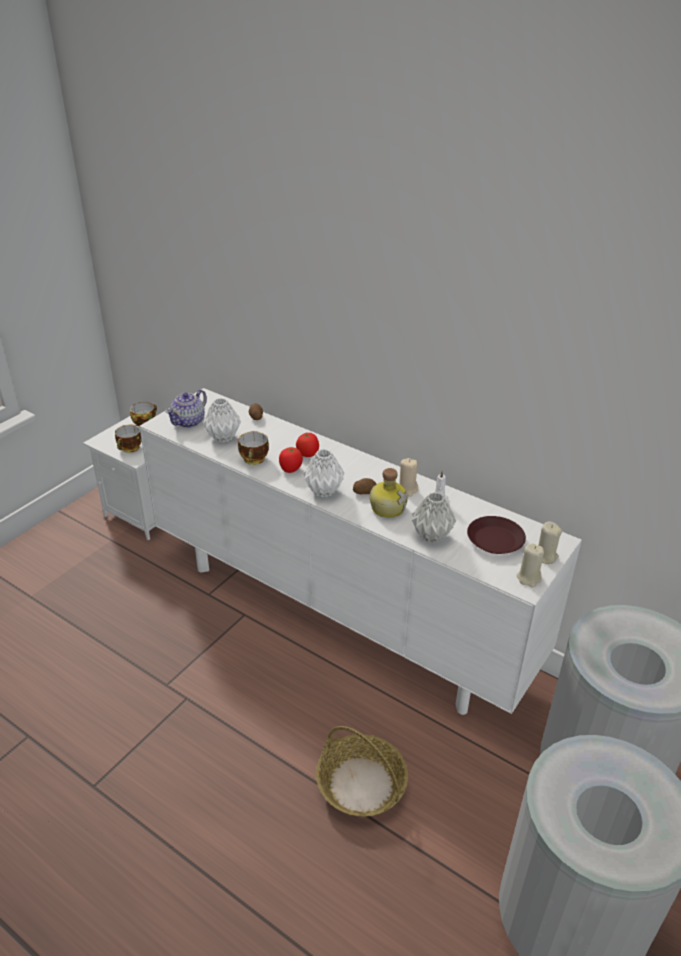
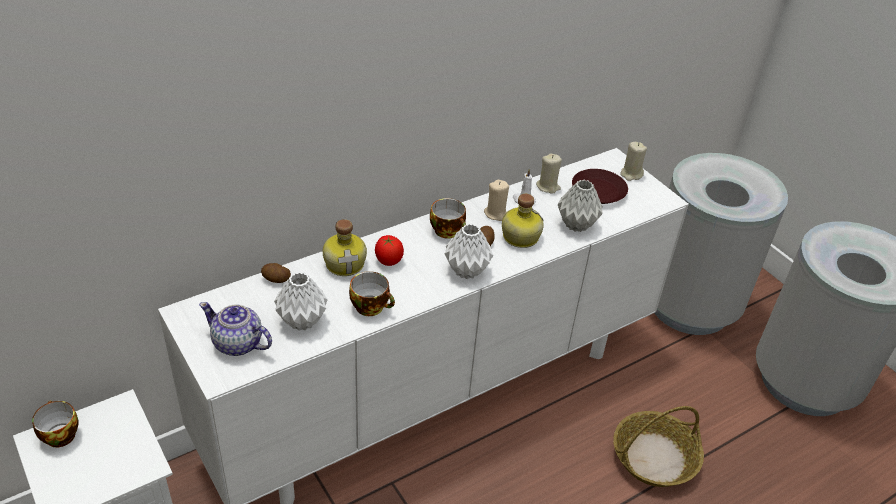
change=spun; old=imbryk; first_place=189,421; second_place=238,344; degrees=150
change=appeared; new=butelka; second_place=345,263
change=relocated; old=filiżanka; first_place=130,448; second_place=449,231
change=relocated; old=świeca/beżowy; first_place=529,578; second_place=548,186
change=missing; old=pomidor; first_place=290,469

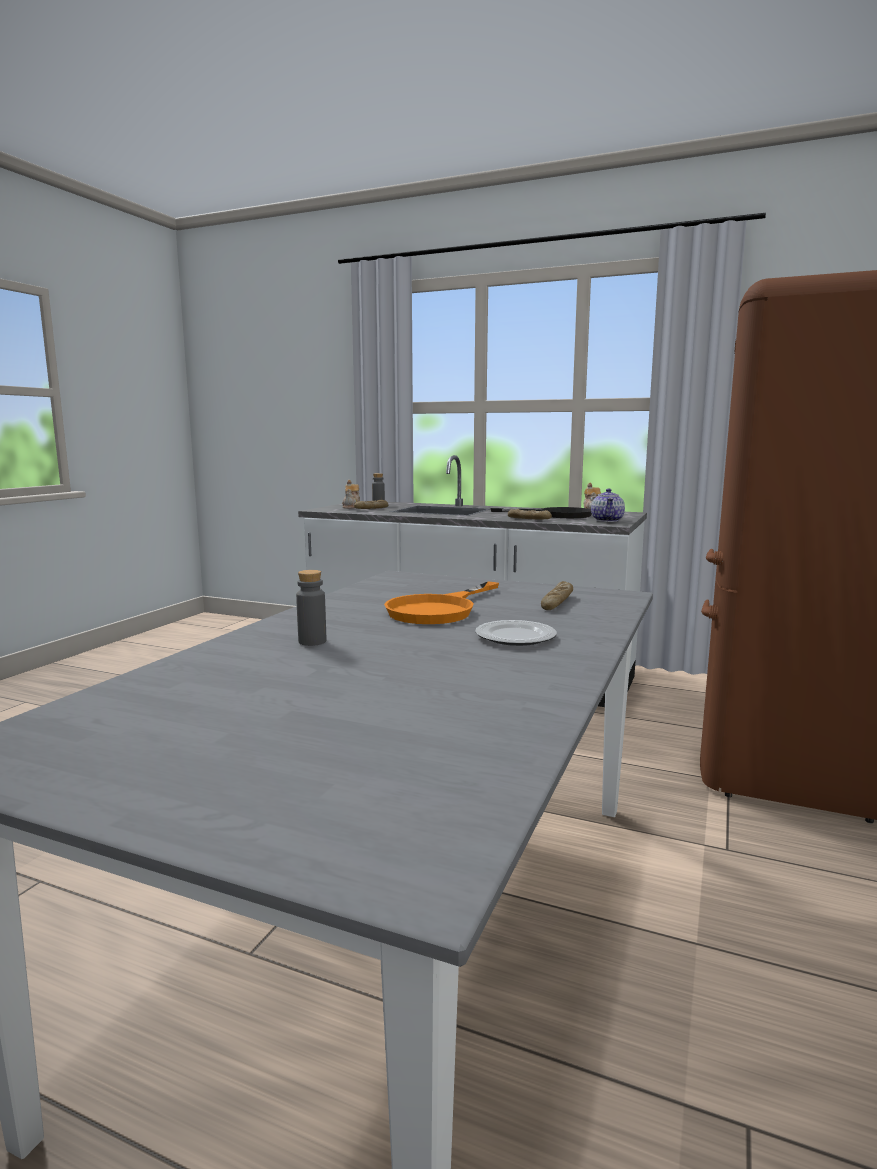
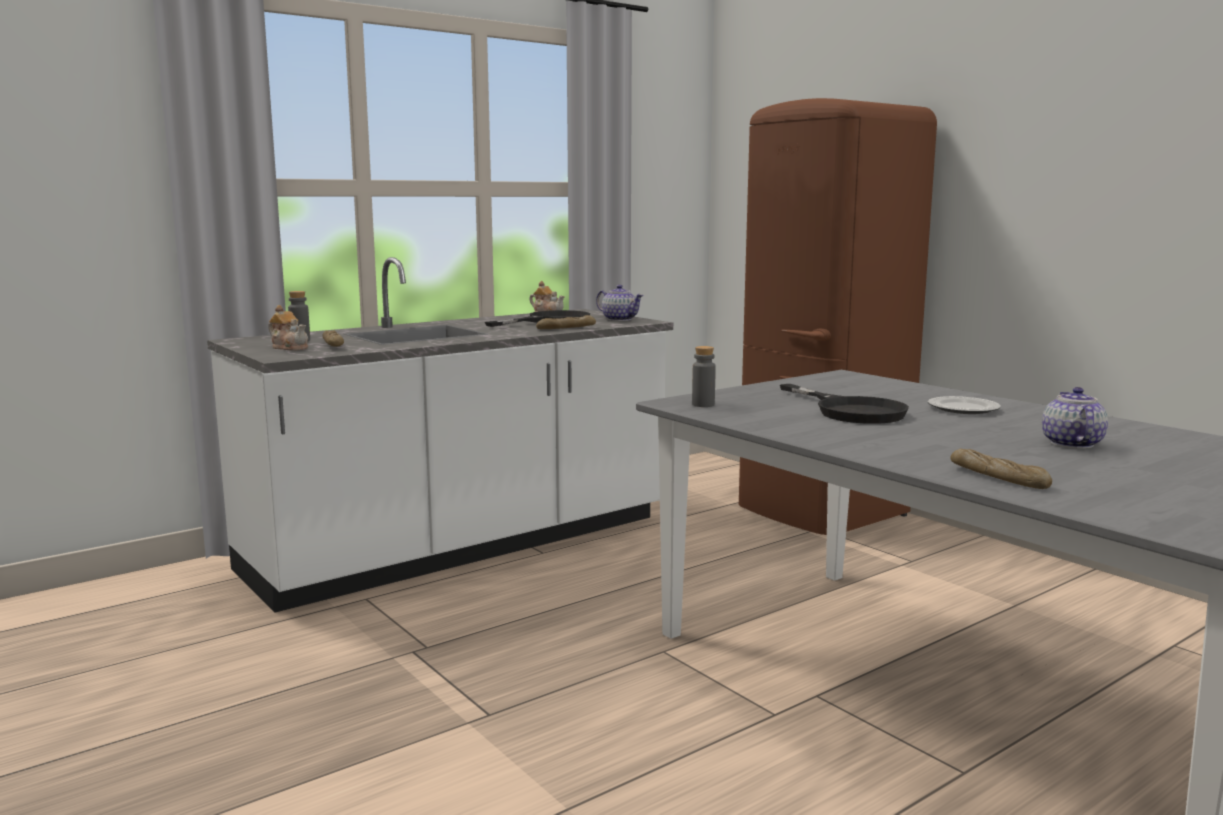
change=relocated; old=butelka/szary; first_place=312,641; second_place=703,405
change=colour; old=patelnia/pomarańczowy; new=patelnia/czarny; first_place=439,609; second_place=850,411
change=relocated; old=chleb; first_place=557,603; second_place=998,478
change=appeared; new=imbryk; second_place=1071,444

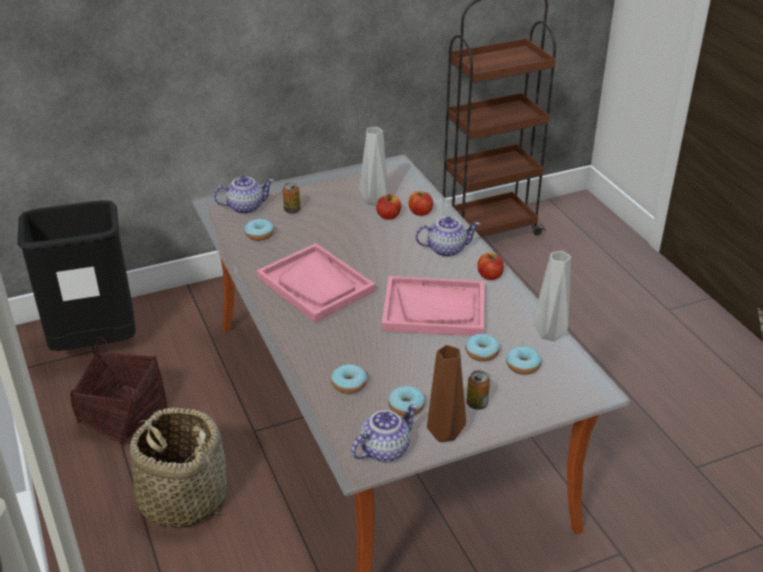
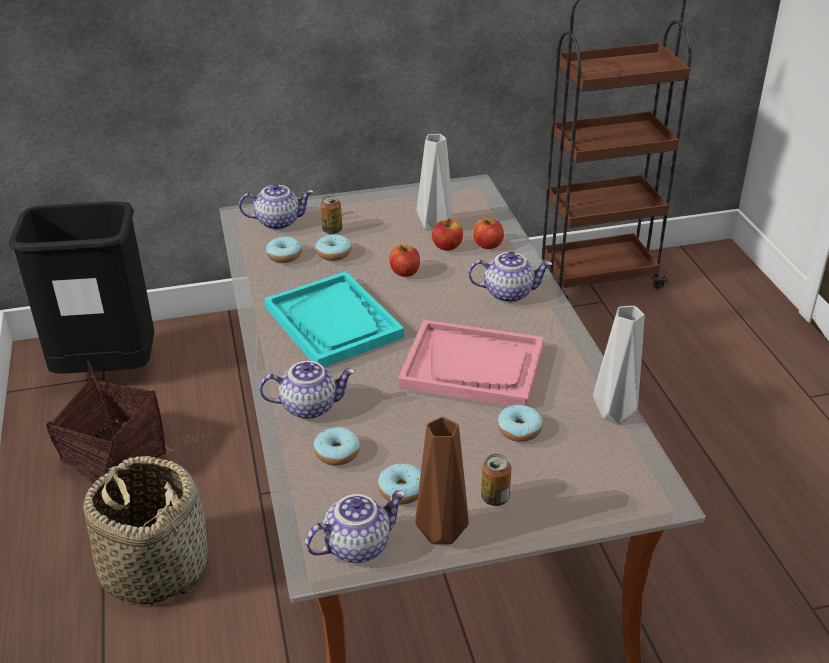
change=appeared; new=imbryk; second_place=310,406
change=colour; old=taca/różowy; new=taca/turkusowy; first_place=316,284; second_place=333,322
change=relocated; old=donut; first_place=523,365; second_place=334,253
change=relocated; old=jabłko; first_place=490,276; second_place=405,272

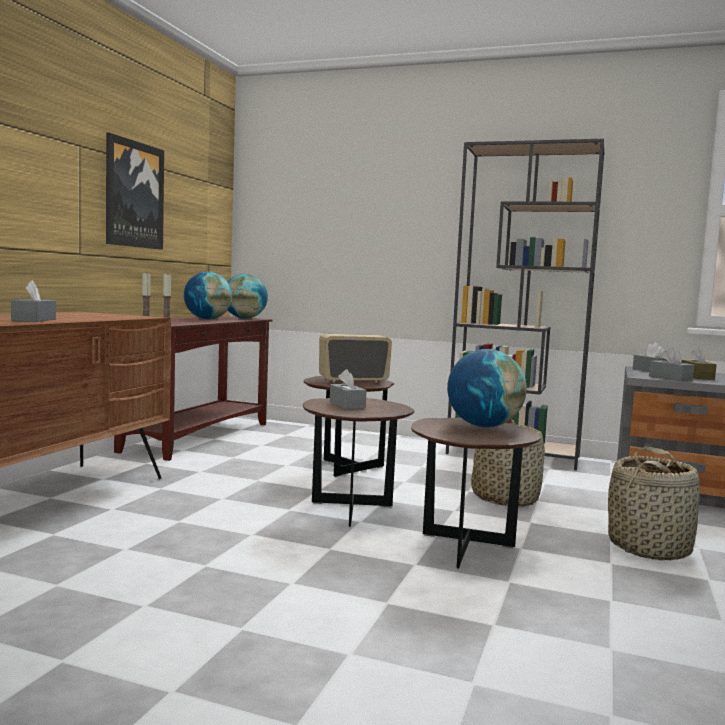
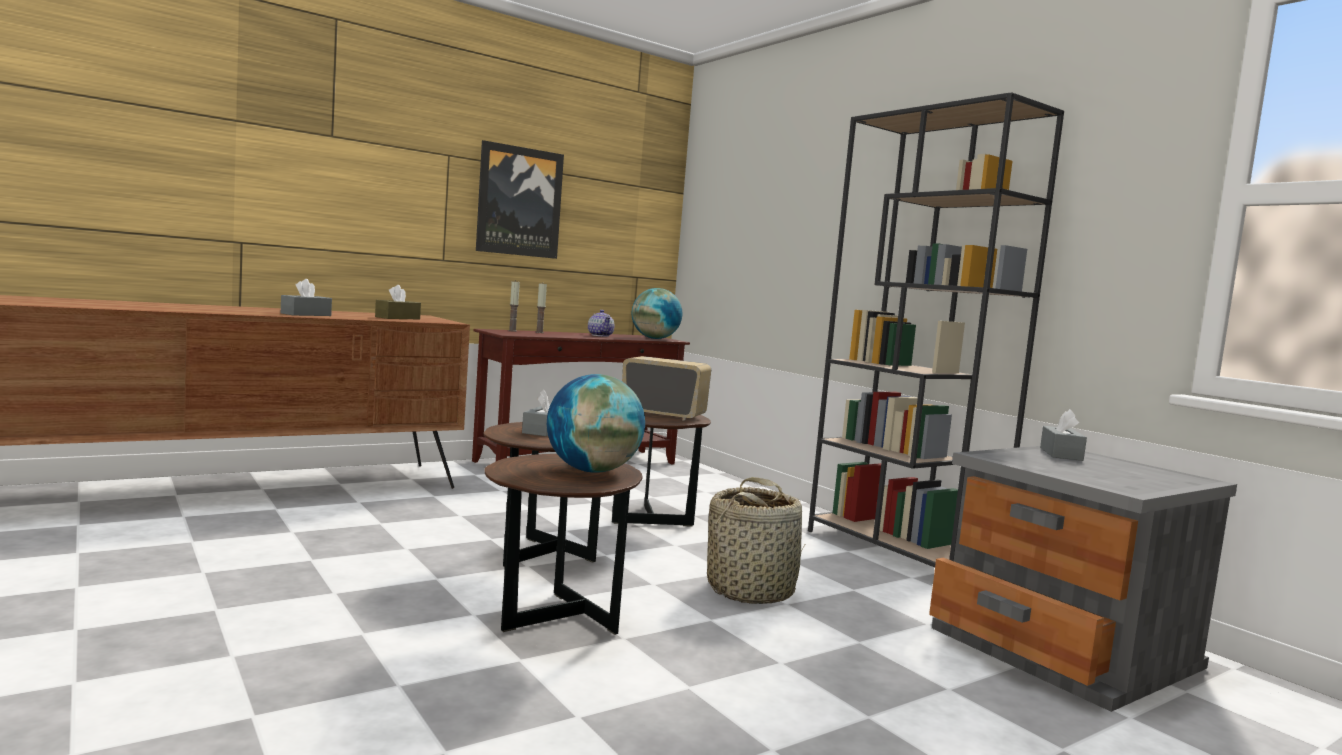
change=relocated; old=pudełko chusteczek/brązowy; first_place=697,376; second_place=397,318
change=exchanged; old=globus; new=imbryk; first_place=207,319; second_place=600,335
change=missing; old=koszyk; first_place=650,547
change=missing; old=pudełko chusteczek/szary; first_place=670,378

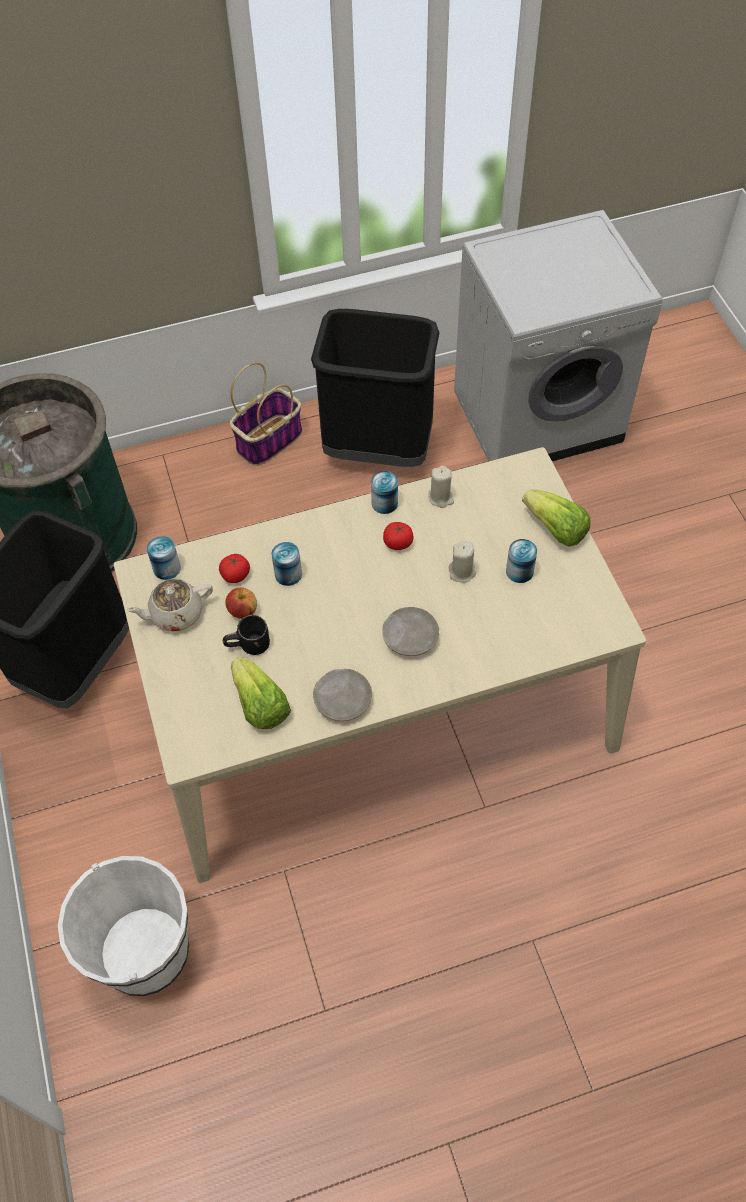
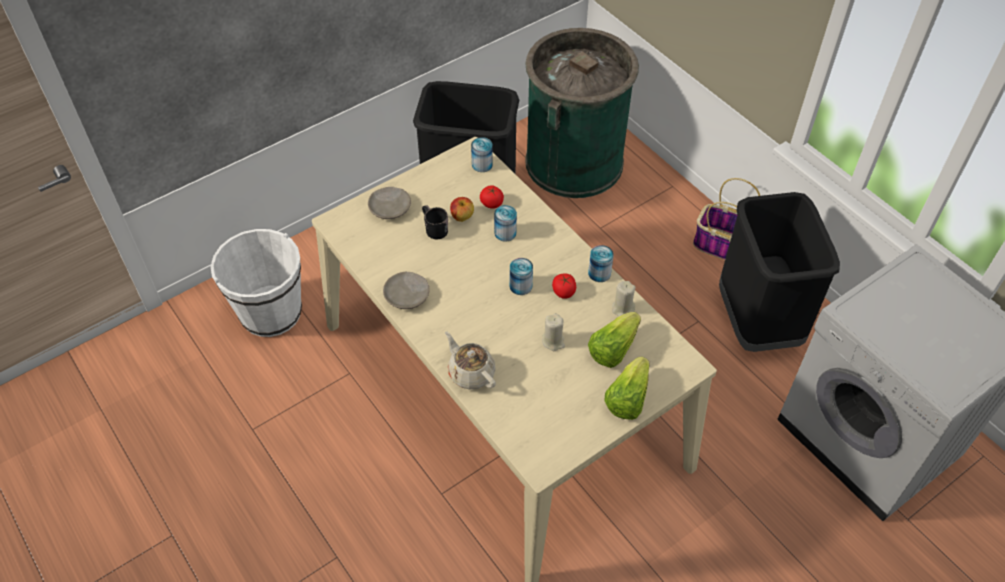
change=relocated; old=talerz/beżowy; first_place=410,636; second_place=390,208
change=relocated; old=imbryk/beżowy; first_place=175,613; second_place=471,372
change=relocated; old=puszka; first_place=519,571; second_place=520,286
change=relocated; old=sałata; first_place=260,705; second_place=613,349

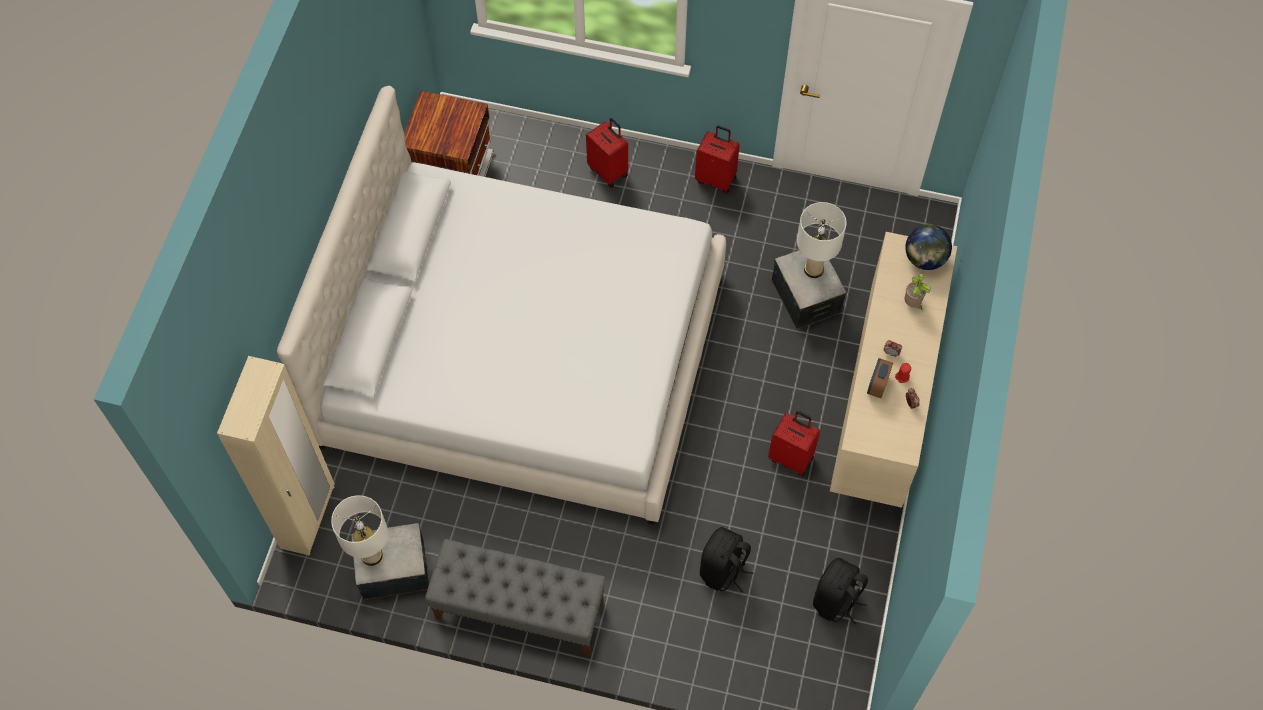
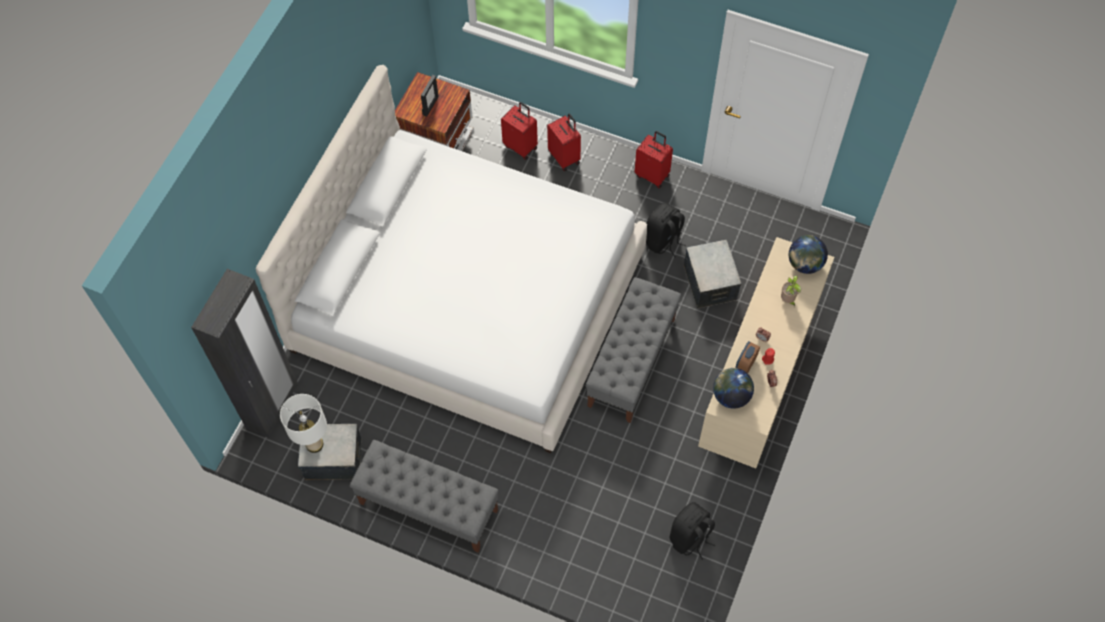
change=colour; old=szafa/beżowy; new=szafa/czarny; first_place=308,517; second_place=273,407
change=appeared; new=ramka na zdjęcie; second_place=430,105
change=relocated; old=walizka/czerwony; first_place=791,457; second_place=521,146
change=appeared; new=ławka/szary; second_place=631,361
change=relocated; old=plecak/czarny; first_place=723,570; second_place=663,241
change=appeared; new=globus; second_place=731,396
change=missing; old=lampa stołowa/biały; first_place=814,269

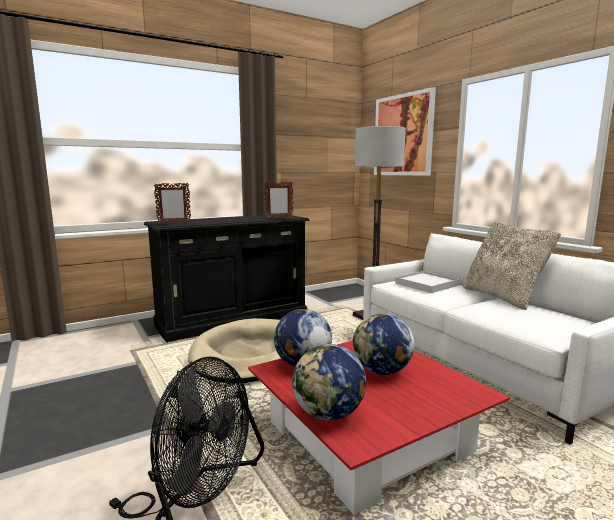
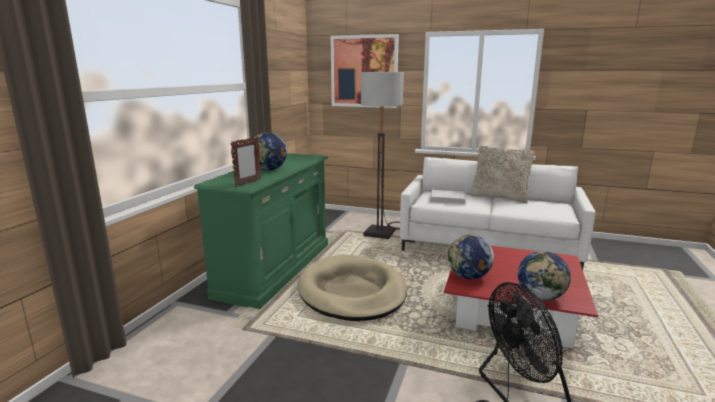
change=colour; old=szafka/czarny; new=szafka/zielony; first_place=233,319; second_place=276,268
change=relocated; old=globus; first_place=381,371; second_place=269,170
change=missing; old=ramka na zdjęcie; first_place=279,219

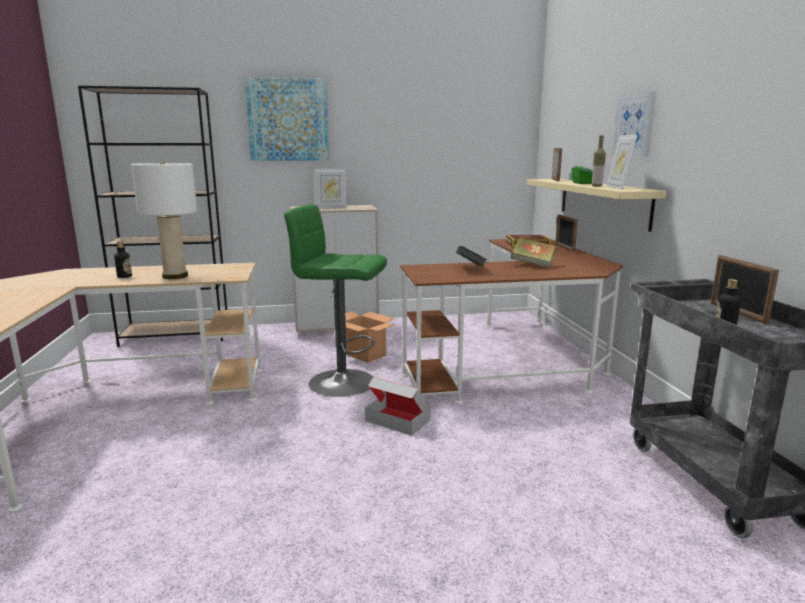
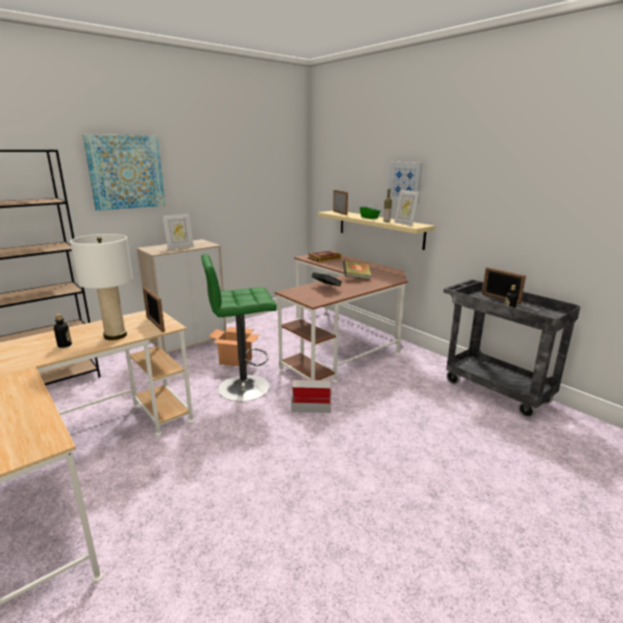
change=relocated; old=ramka na zdjęcie; first_place=564,248; second_place=155,324

